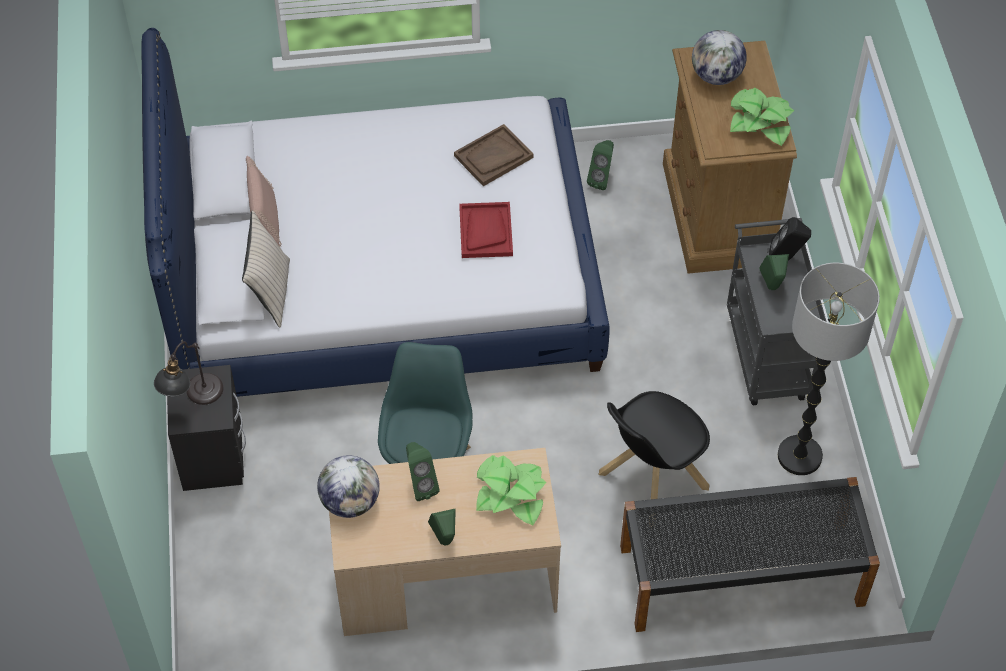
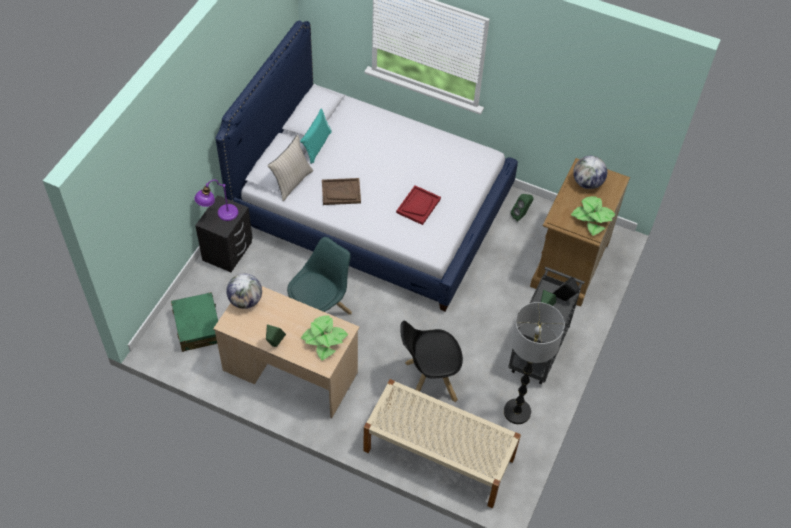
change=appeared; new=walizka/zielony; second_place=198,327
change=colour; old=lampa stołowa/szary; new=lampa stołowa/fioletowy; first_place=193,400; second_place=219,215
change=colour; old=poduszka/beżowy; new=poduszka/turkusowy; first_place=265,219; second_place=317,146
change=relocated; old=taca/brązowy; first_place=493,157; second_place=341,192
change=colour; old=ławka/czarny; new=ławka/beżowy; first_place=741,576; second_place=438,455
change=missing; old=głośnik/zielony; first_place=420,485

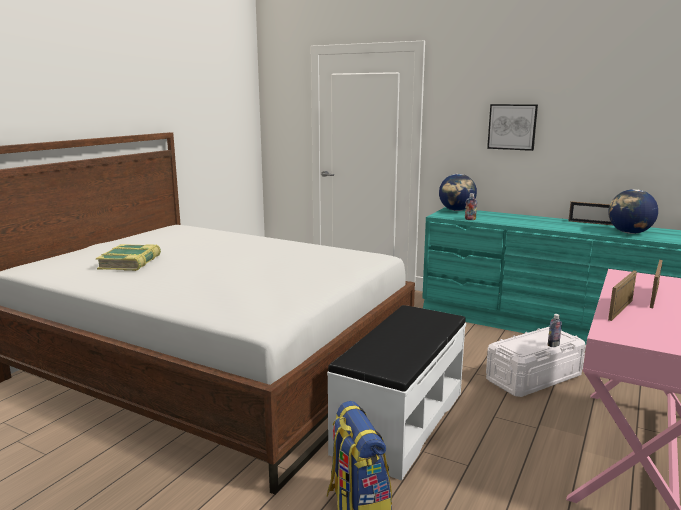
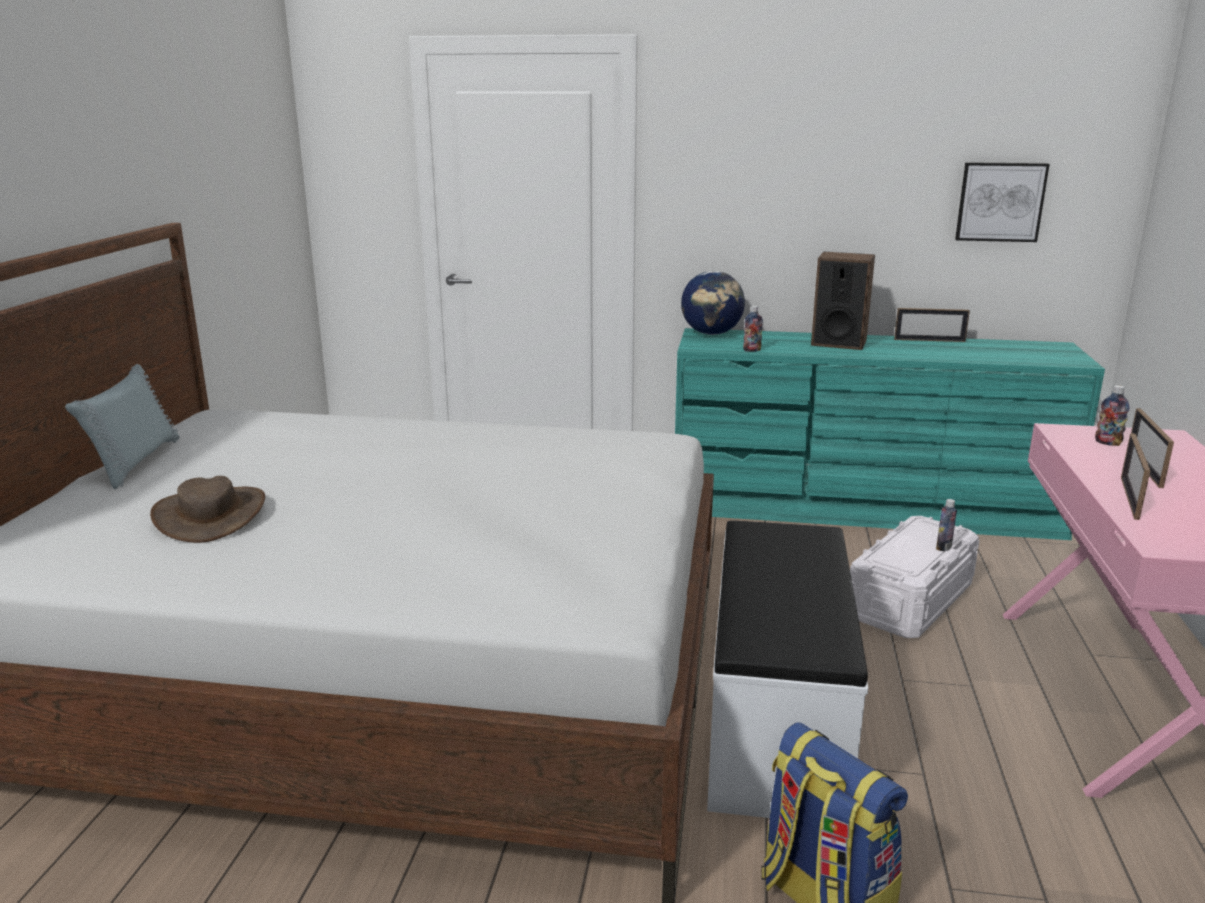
change=appeared; new=poduszka/niebieski; second_place=135,463
change=exchanged; old=książka; new=kapelusz/brązowy; first_place=130,263; second_place=211,515
change=appeared; new=głośnik; second_place=838,343
change=relocated; old=obraz; first_place=512,127; second_place=1000,202
change=appeared; new=butelka; second_place=1107,443
change=missing; old=globus; first_place=629,233

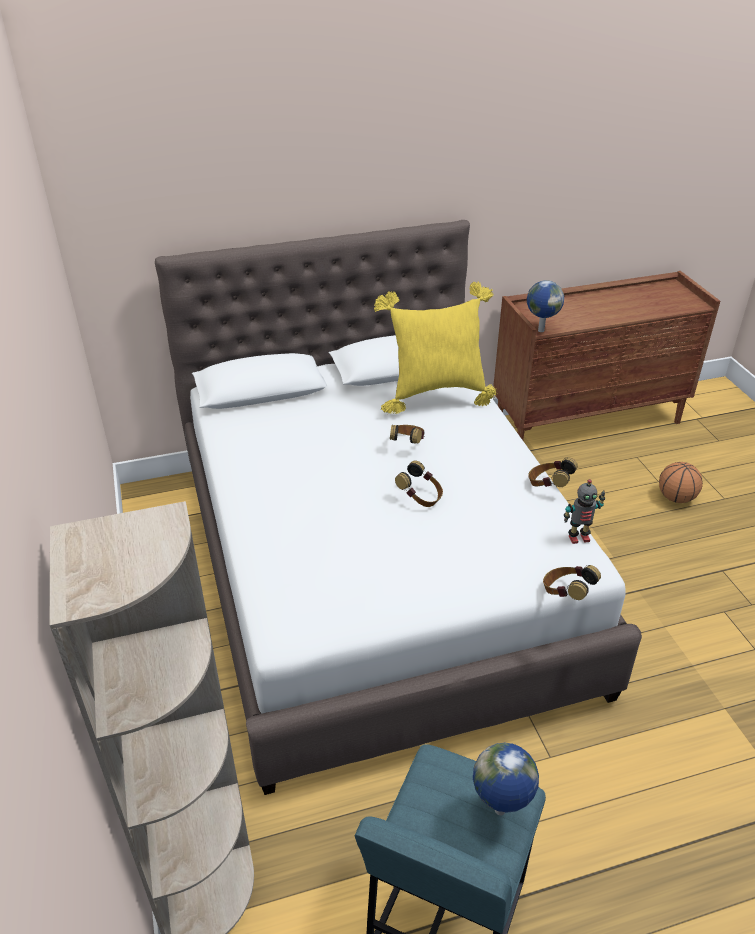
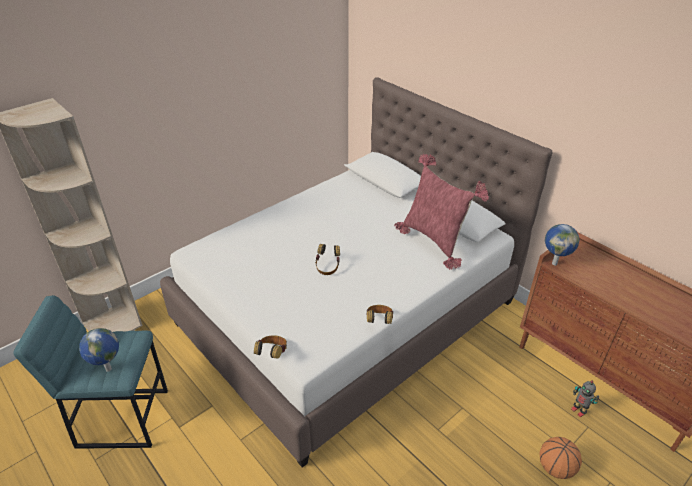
change=colour; old=poduszka/żółty; new=poduszka/czerwony; first_place=434,400; second_place=435,245
change=relocated; old=robot zabawkowy; first_place=578,537; second_place=578,410
change=missing; old=słuchawki; first_place=407,444

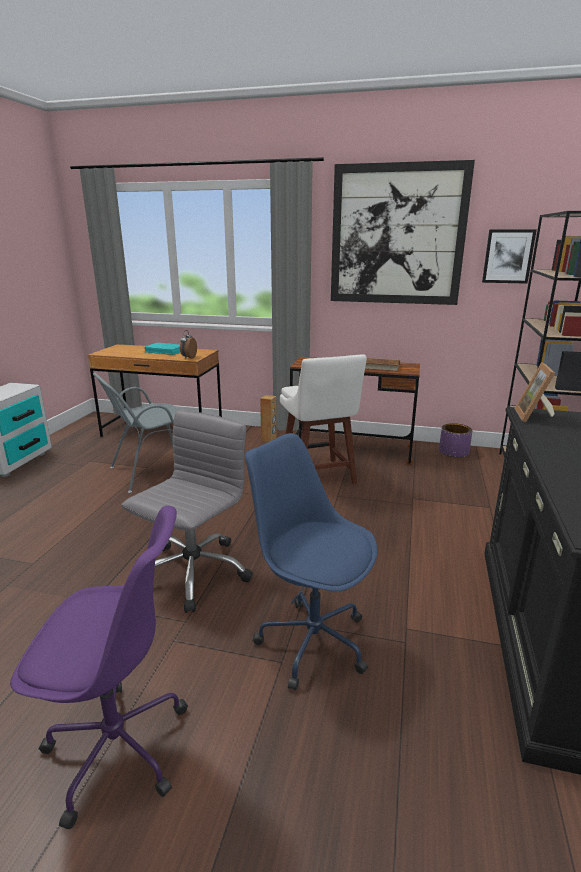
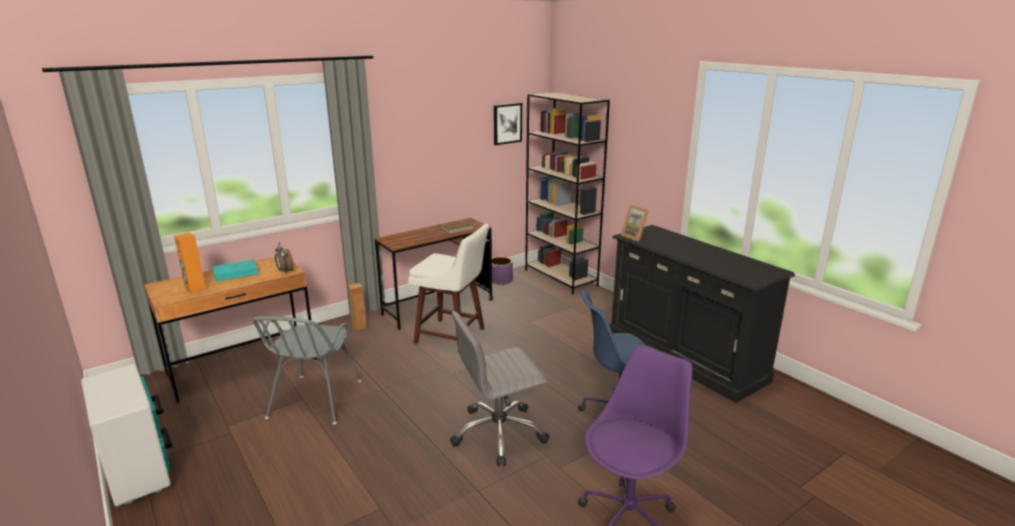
change=appeared; new=głośnik/pomarańczowy; second_place=195,289
change=spun; old=krzesło biurowe/szary; first_place=193,572; second_place=498,434; degrees=-90
change=missing; old=obraz; first_place=397,235

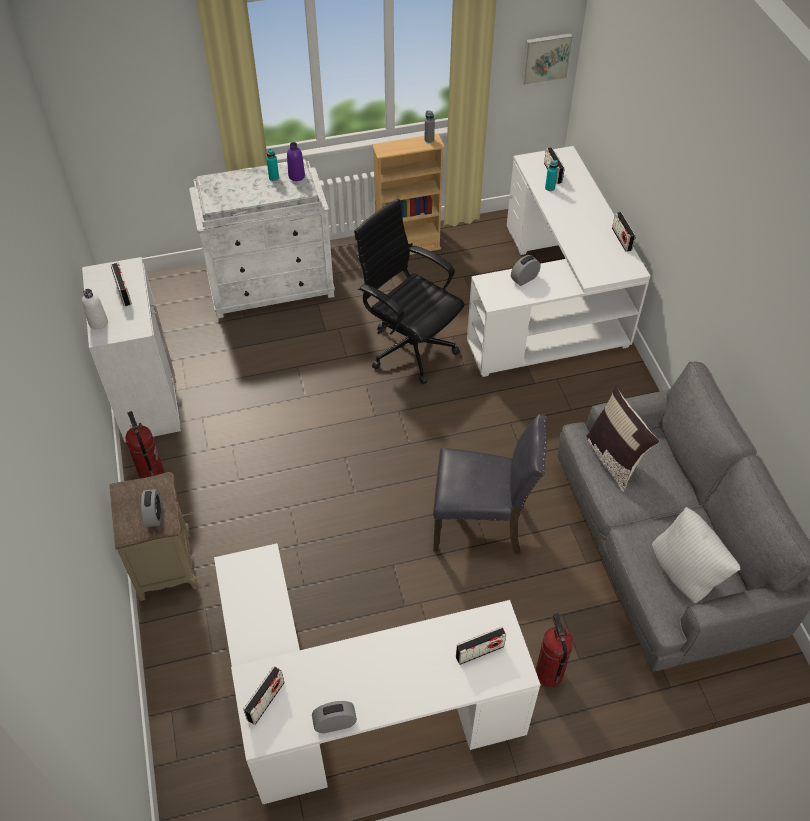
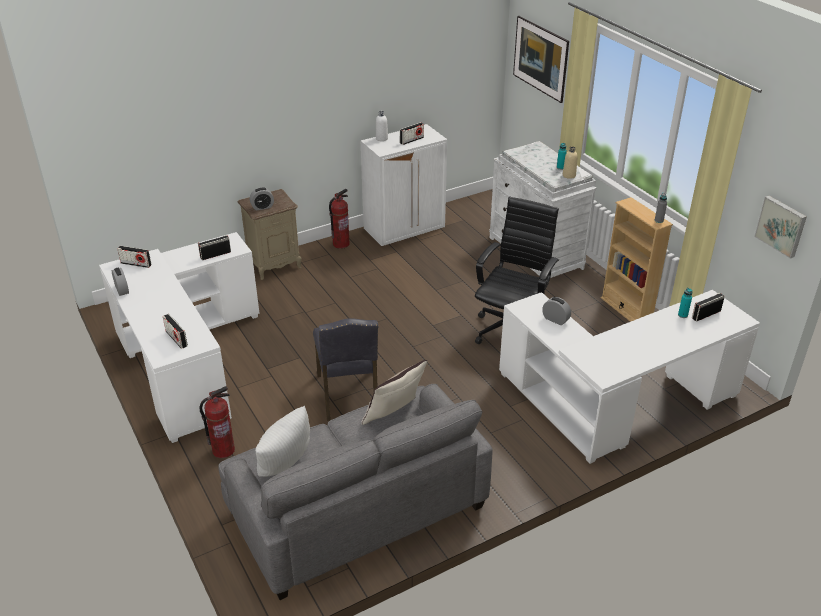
change=relocated; old=radio; first_place=621,239; second_place=215,255
change=appeared; new=obraz; second_place=539,73
change=colour; old=butelka/fioletowy; new=butelka/beżowy; first_place=296,176; second_place=569,175

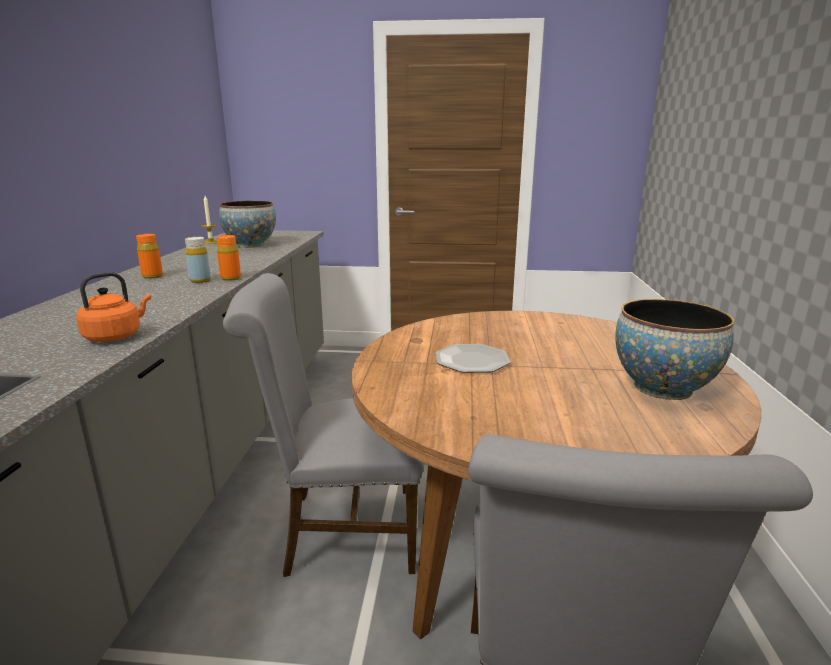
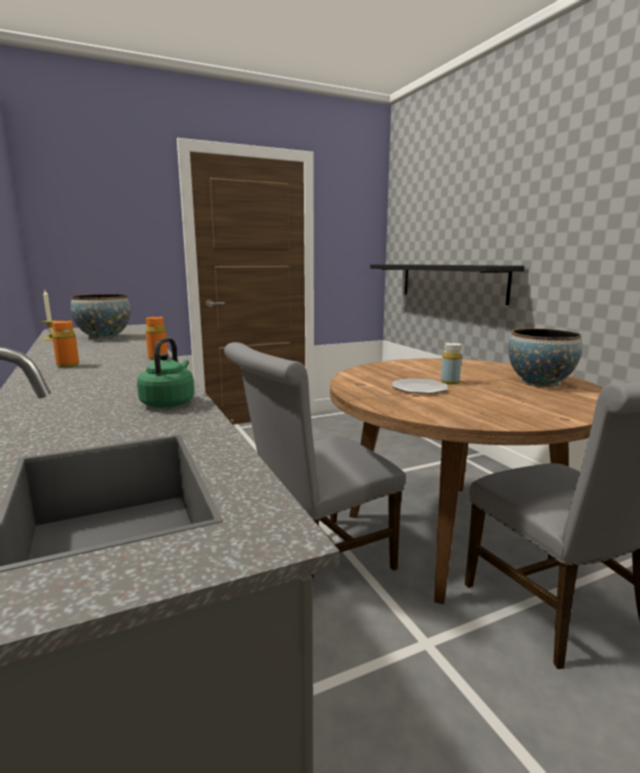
change=colour; old=czajnik/pomarańczowy; new=czajnik/zielony; first_place=116,336; second_place=169,403
change=appeared; new=półka/czarny; second_place=451,282
change=relocated; old=butelka/żółty; first_place=200,280; second_place=450,382

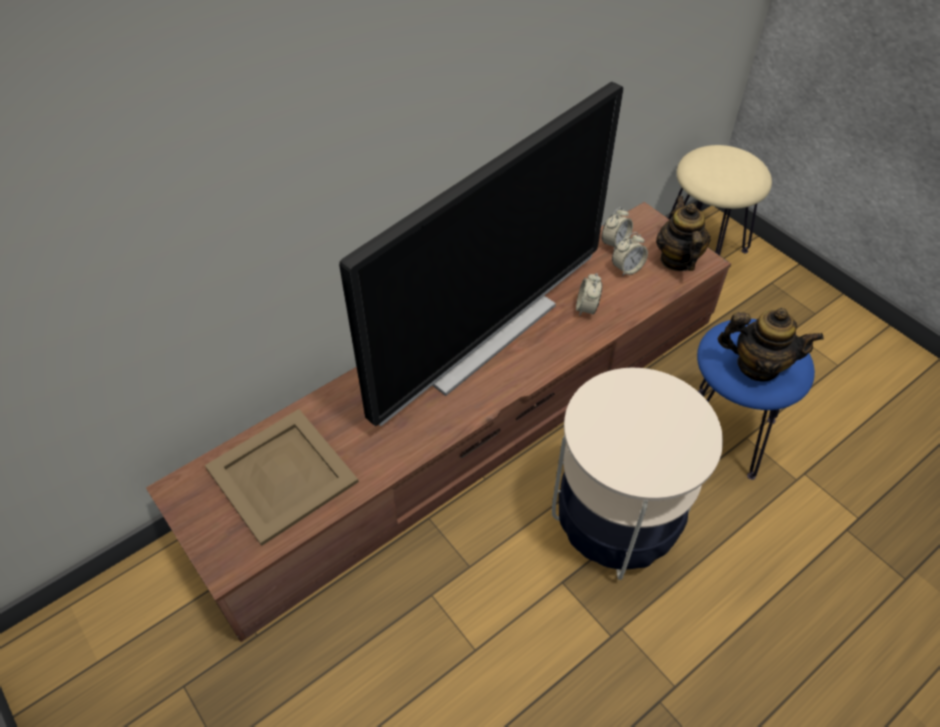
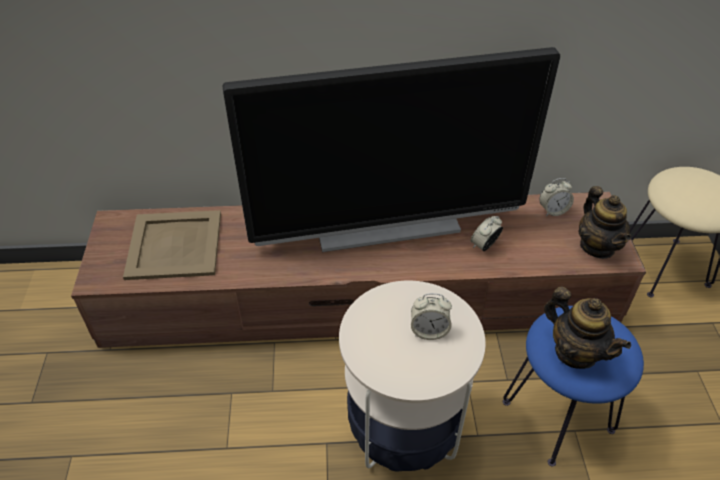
change=relocated; old=budzik; first_place=627,268; second_place=429,331
change=spun; old=imbryk; first_place=677,260; second_place=597,246; degrees=135

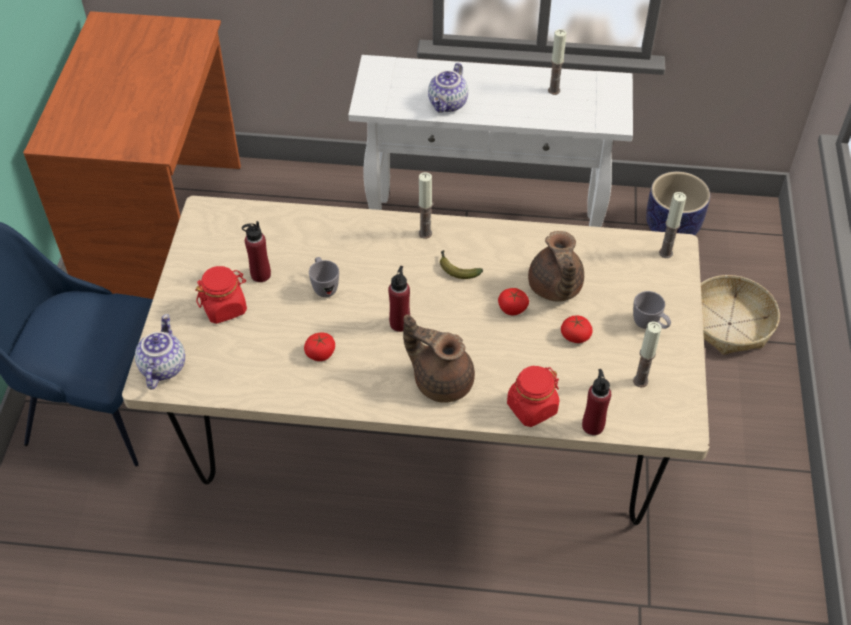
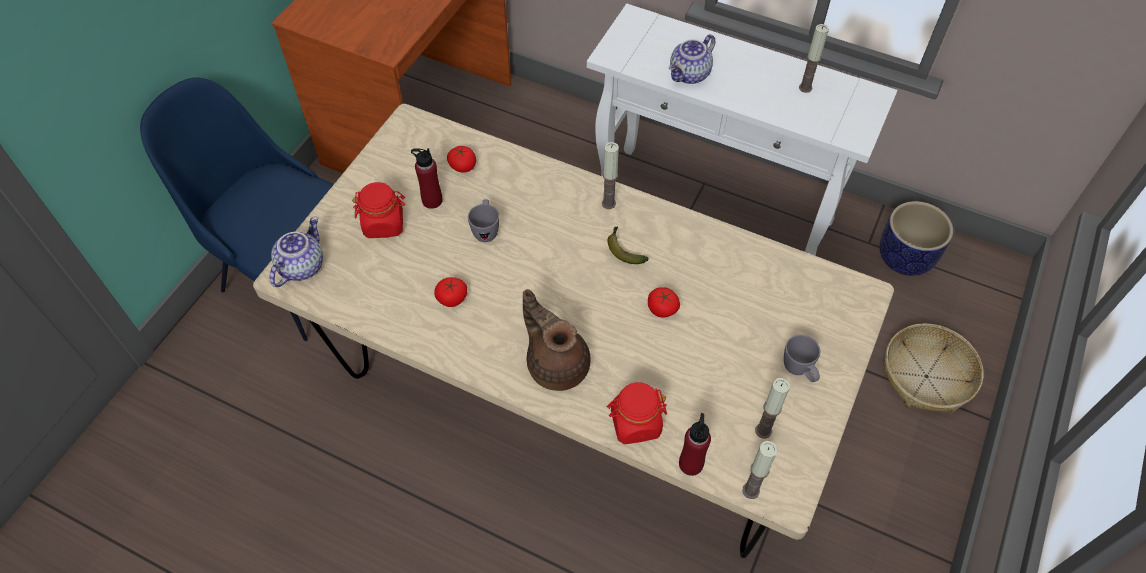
change=relocated; old=pomidor; first_place=575,336; second_place=463,166
change=relocated; old=świeca; first_place=665,253; second_place=751,490
change=missing; old=butelka/czerwony; first_place=400,323
change=missing; old=imbryk/brązowy; first_place=554,288

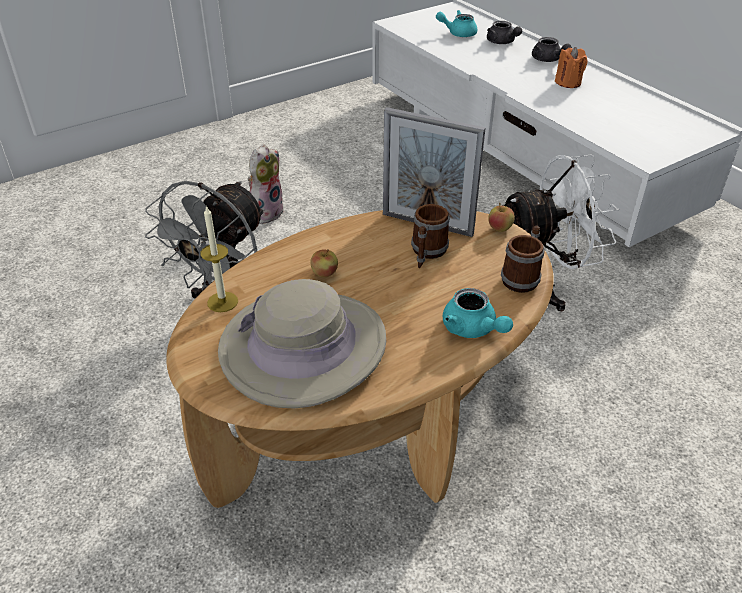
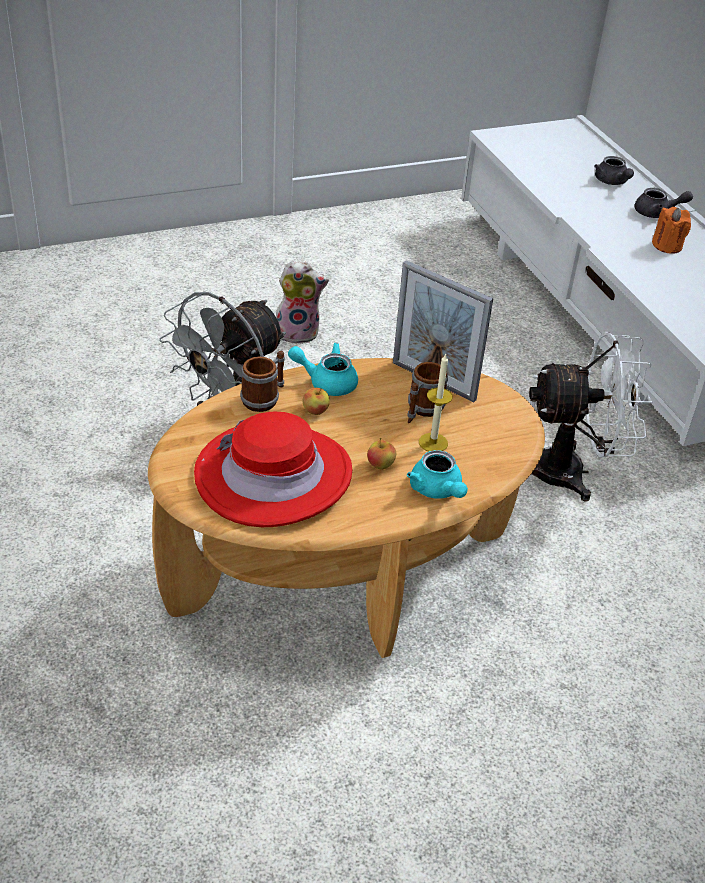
change=colour; old=kapelusz/beżowy; new=kapelusz/czerwony; first_place=303,347; second_place=273,475
change=relocated; old=kubek; first_place=522,277; second_place=264,398
change=spun; old=pluszak; first_place=266,212; second_place=298,333; degrees=45
change=relocated; old=imbryk/turkusowy; first_place=458,33; second_place=326,382
change=relocated; old=jabłko; first_place=499,228; second_place=380,465
change=relocated; old=świeca; first_place=222,302; second_place=433,442
change=spun; old=imbryk/szary; first_place=548,60; second_place=657,213; degrees=-60

